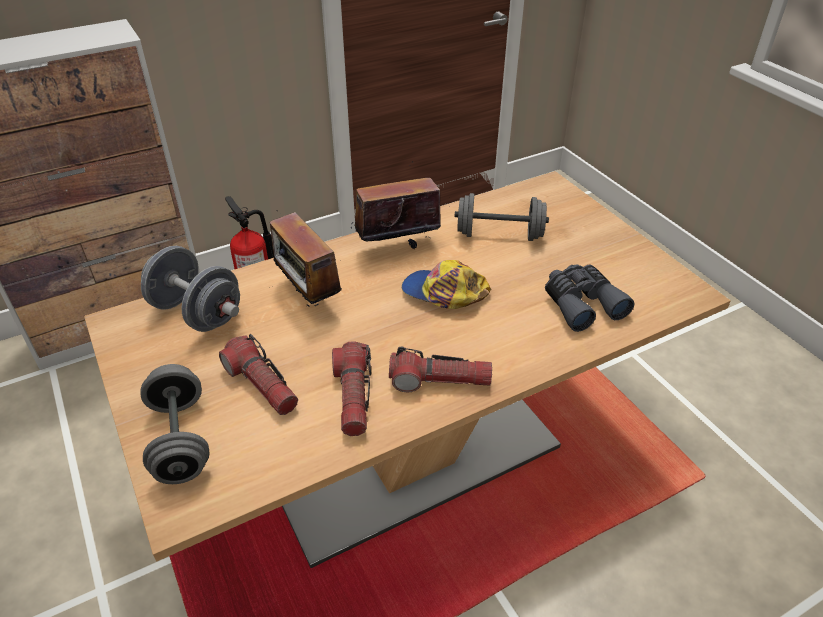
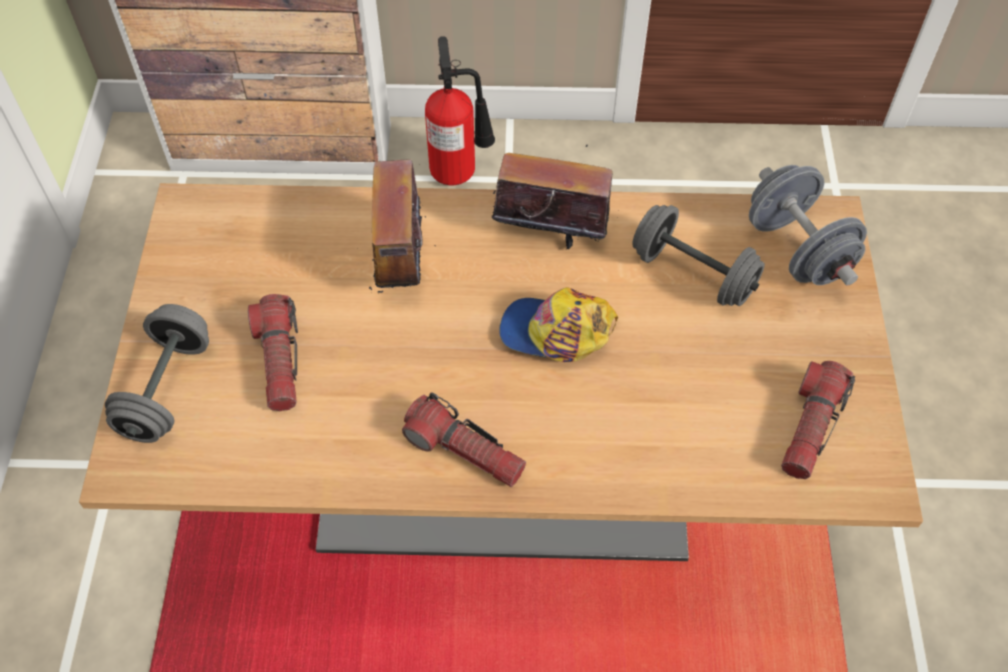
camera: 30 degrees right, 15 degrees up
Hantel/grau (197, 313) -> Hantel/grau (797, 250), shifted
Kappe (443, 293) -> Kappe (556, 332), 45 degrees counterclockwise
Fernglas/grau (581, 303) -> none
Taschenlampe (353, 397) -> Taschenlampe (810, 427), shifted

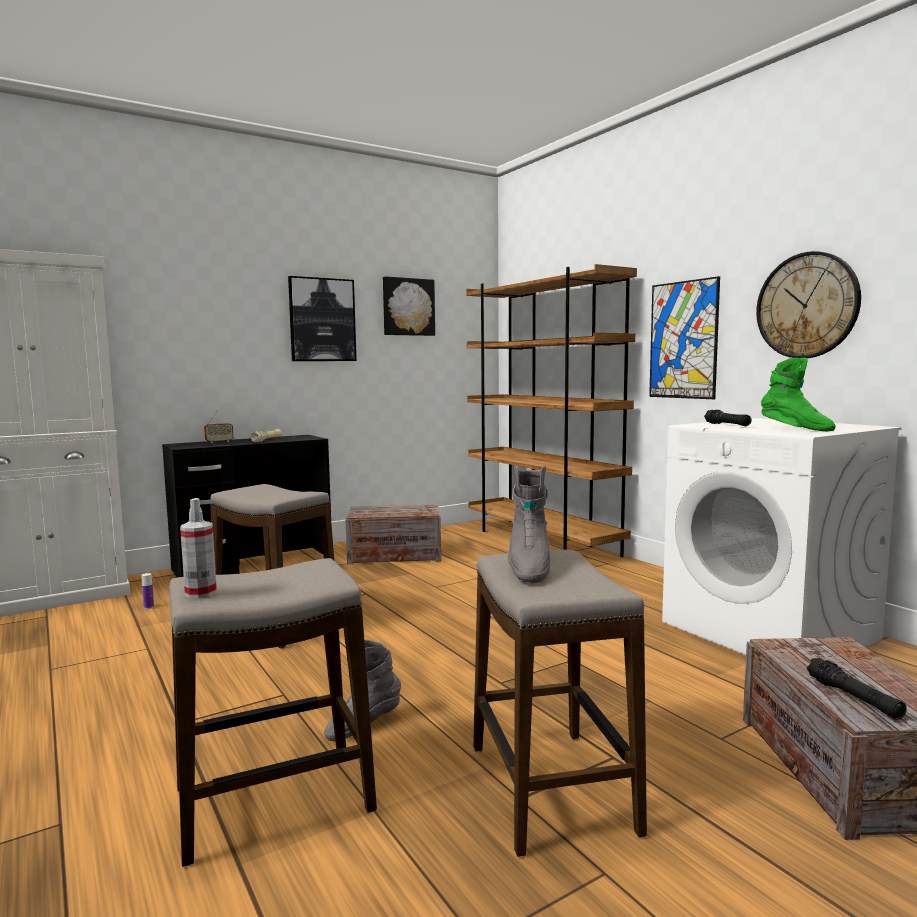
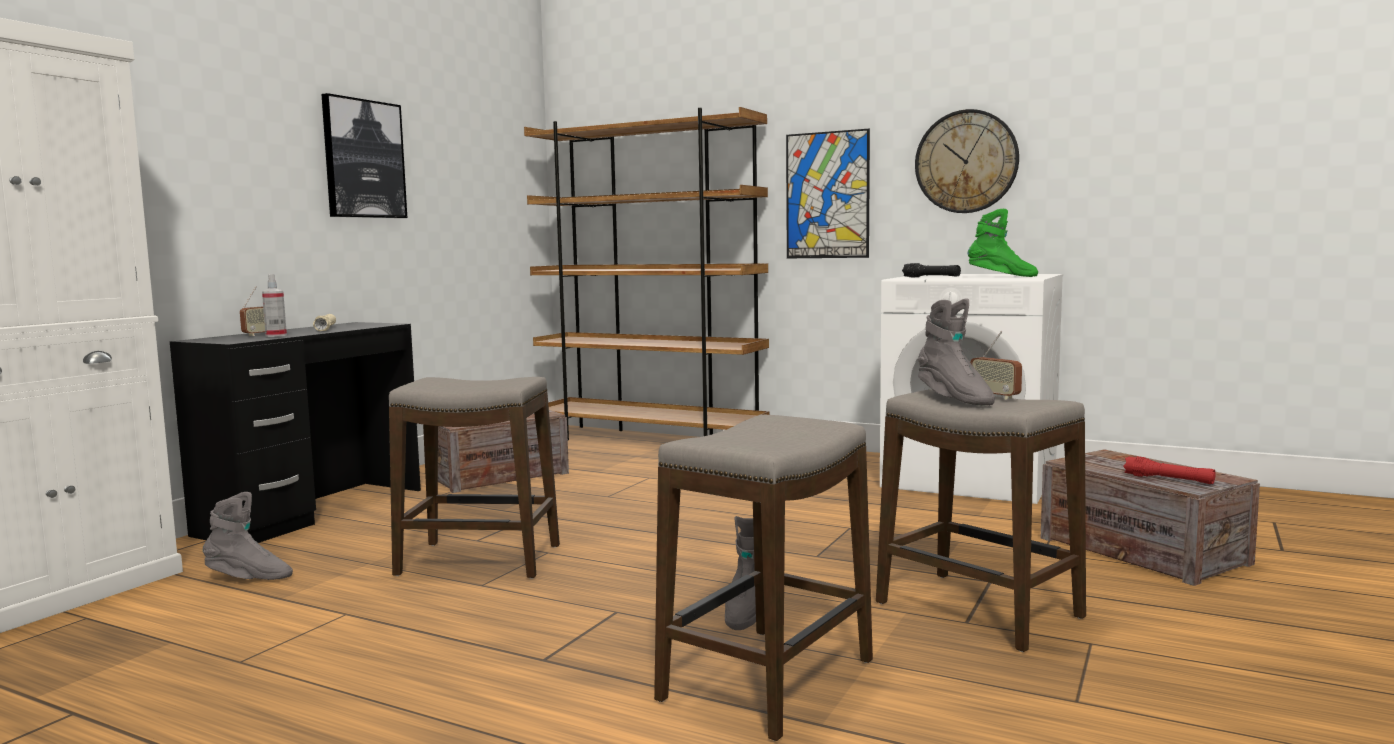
camera: 30 degrees left, 0 degrees up
Bild (408, 307) -> none
Sprühflasche (201, 593) -> Sprühflasche (276, 336), shifted
Flasche (148, 607) -> Stiefel/grau (248, 578)
Taschenlampe/schwarz (853, 698) -> Taschenlampe/rot (1168, 479)
none -> Radio (995, 396)

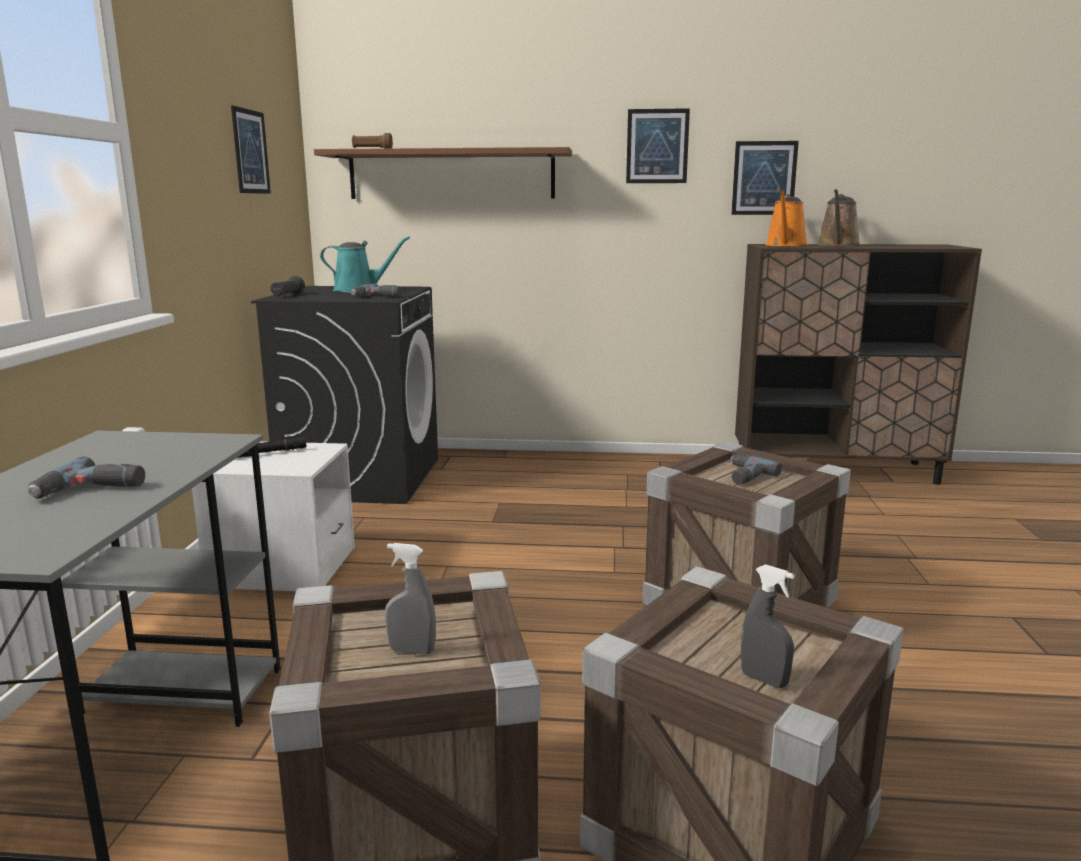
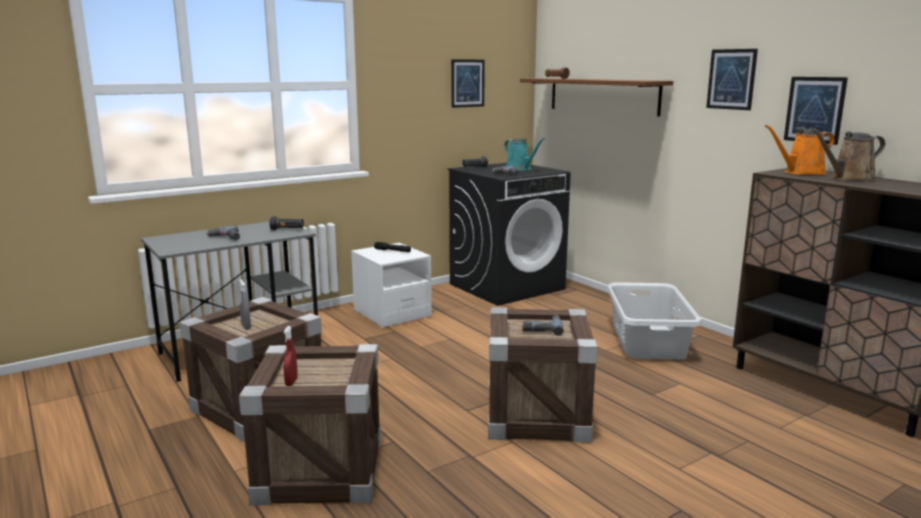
camera: 50 degrees right, 0 degrees up
Sprühflasche/grau (764, 680) -> Sprühflasche/rot (291, 382)
none -> Taschenlampe/schwarz (287, 229)
none -> Wäschekorb/grau (648, 341)

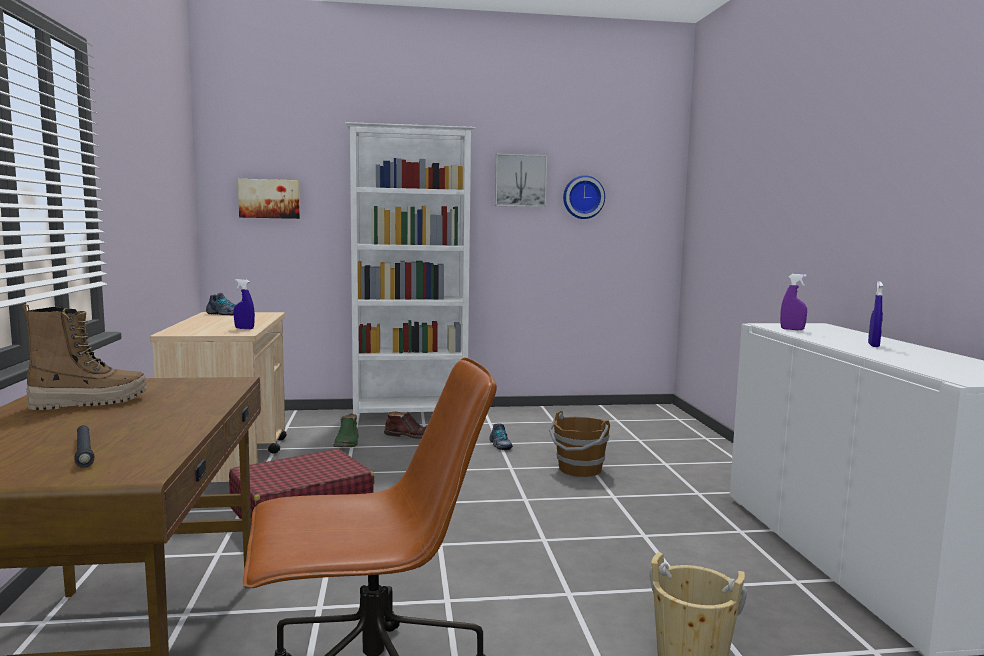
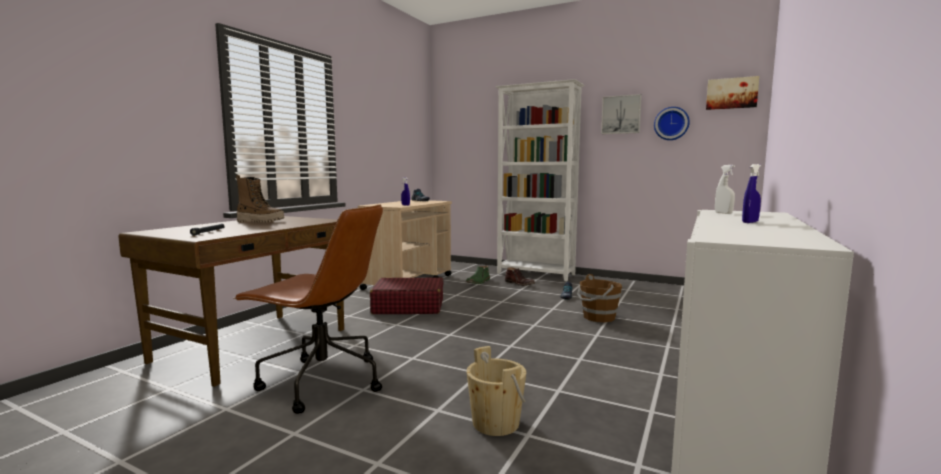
camera: 35 degrees right, 0 degrees up
Bild (269, 199) -> Bild (731, 93), shifted
Sprühflasche/lila (792, 329) -> Sprühflasche/weiß (723, 213)

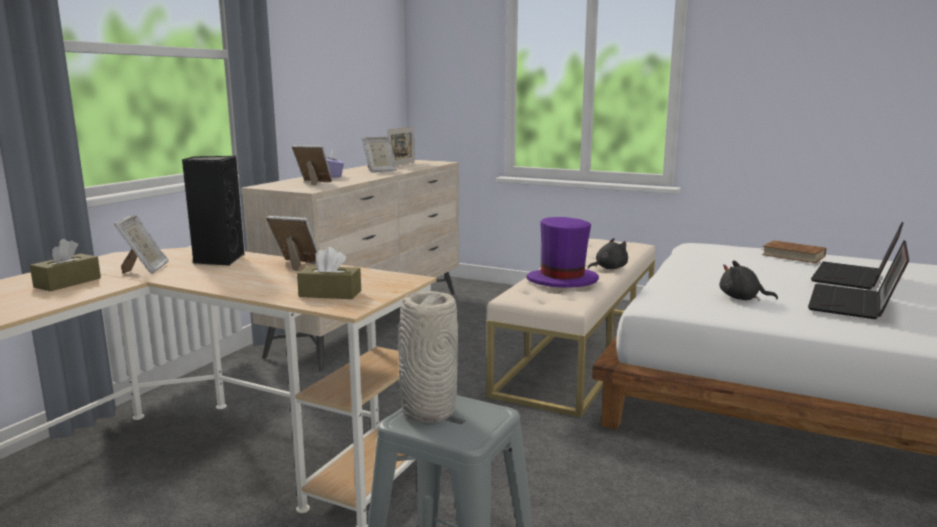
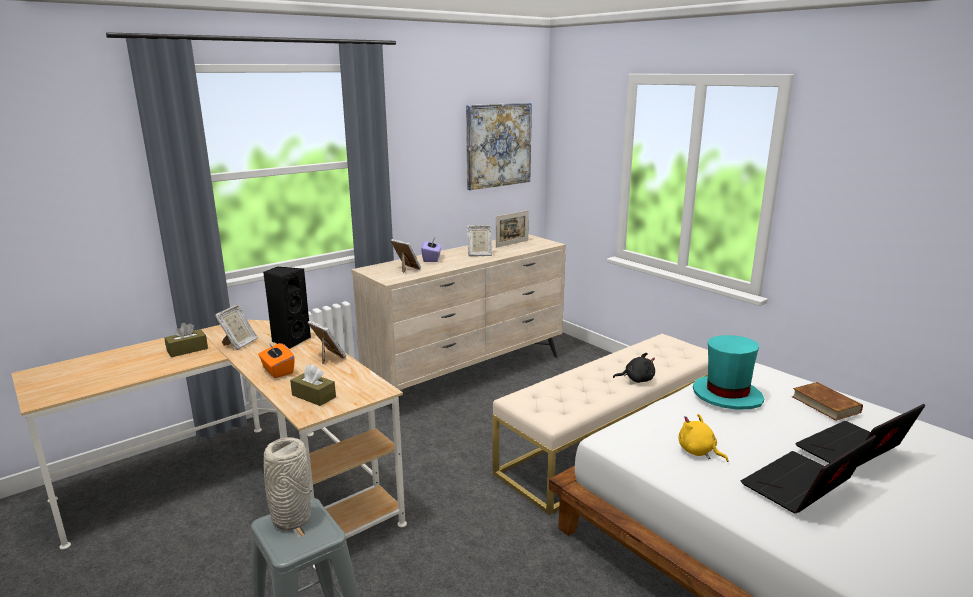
camera: 25 degrees right, 5 degrees up
Hut/lila (562, 280) -> none
Plüschtier/schwarz (742, 298) -> Plüschtier/gelb (698, 452)
none -> Bild (498, 145)
none -> Hut/türkis (727, 395)
none -> Taschentuchbox/orange (277, 371)

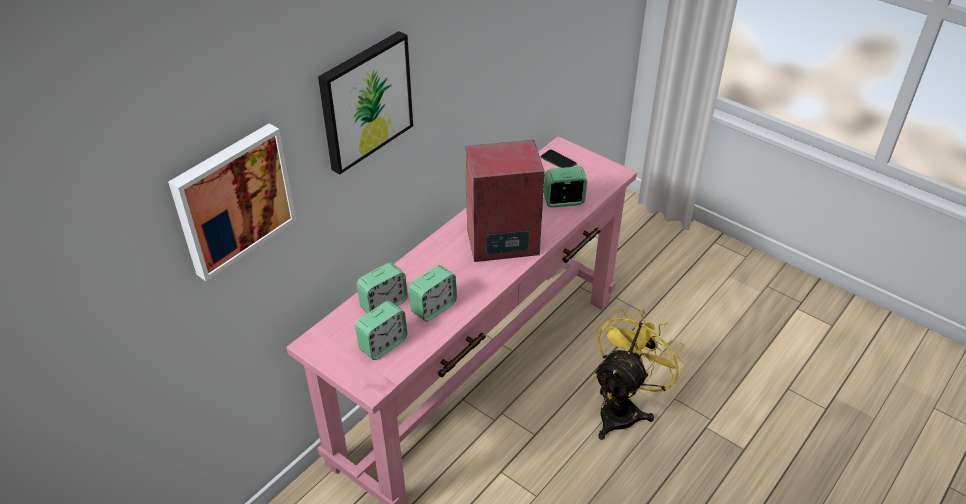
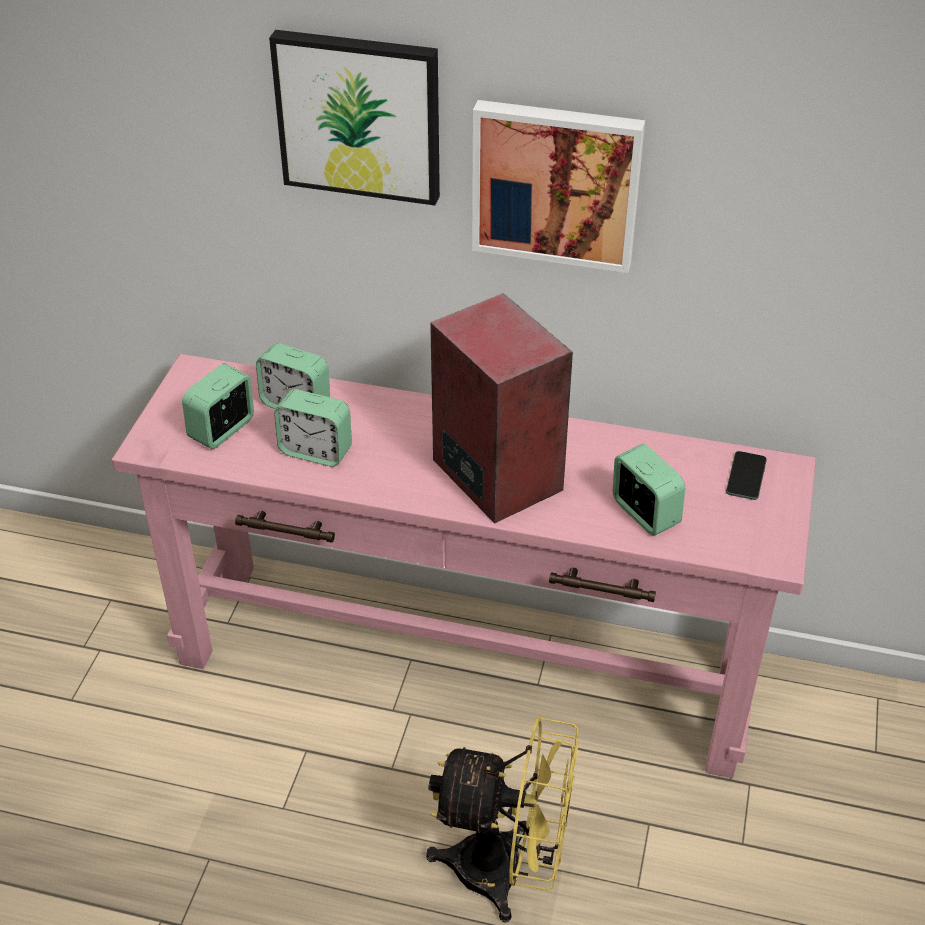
camera: 65 degrees right, 0 degrees up
Bild (232, 199) -> Bild (556, 183), shifted
Wecker (383, 344) -> Wecker (222, 430), 105 degrees clockwise

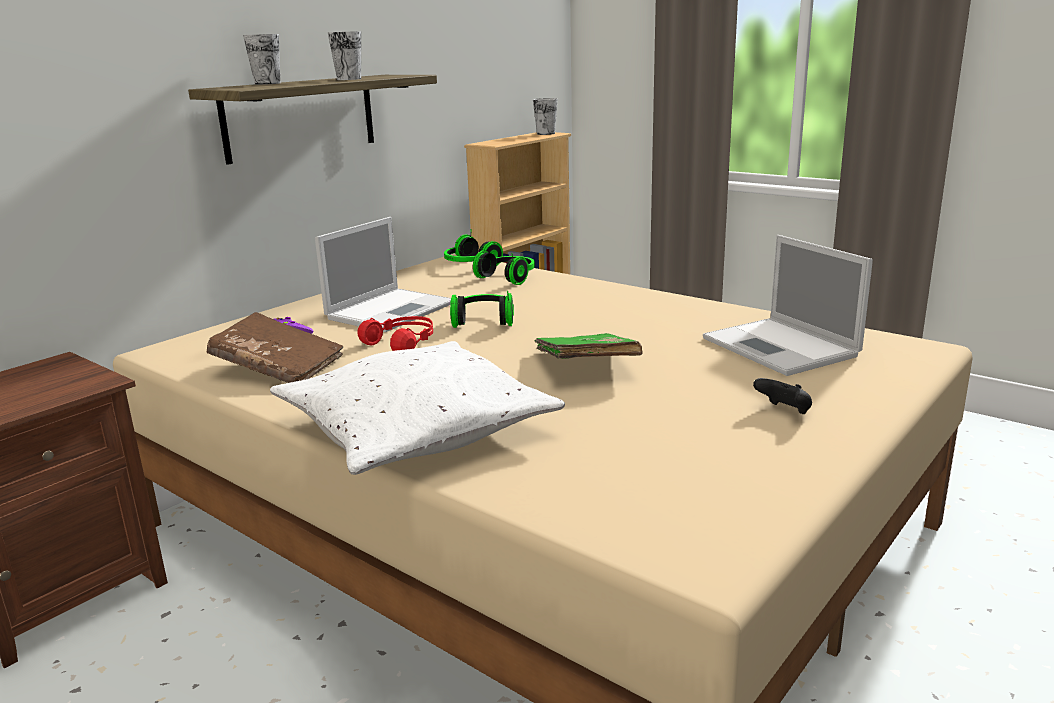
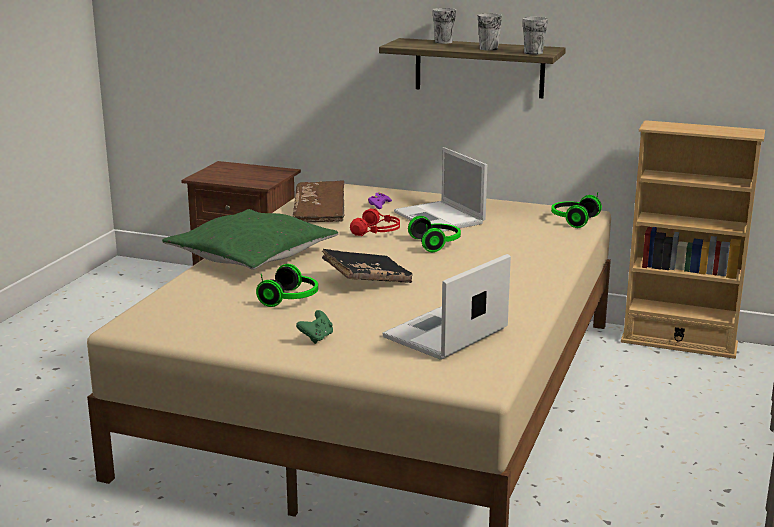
camera: 70 degrees right, 0 degrees up
Tasse (546, 133) -> Tasse (533, 53), shifted
Laptop (392, 310) -> Laptop (440, 218), 45 degrees clockwise
Kopfhörer (509, 278) -> Kopfhörer (291, 299), shifted
Buch/grün (585, 366) -> Buch/schwarz (367, 280)
Kissen/weiß (414, 428) -> Kissen/grün (251, 255)
Gamepad/schwarz (784, 412) -> Gamepad/grün (316, 338)

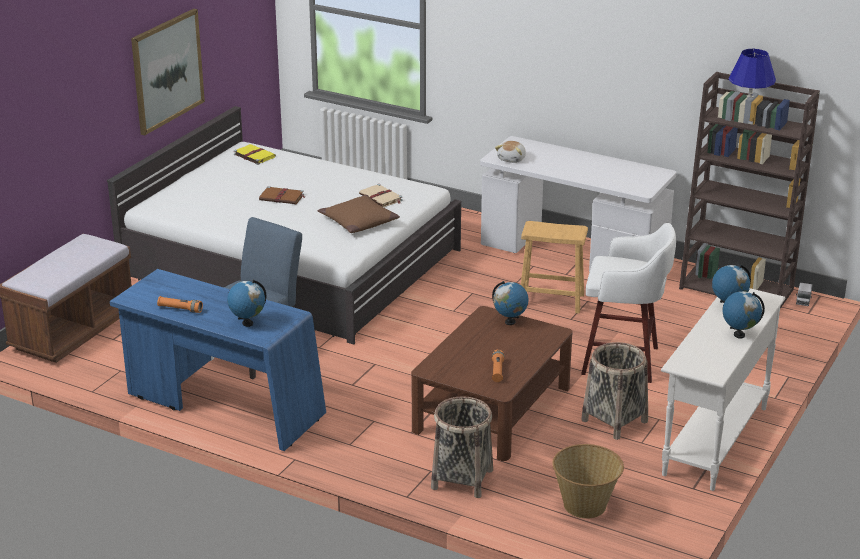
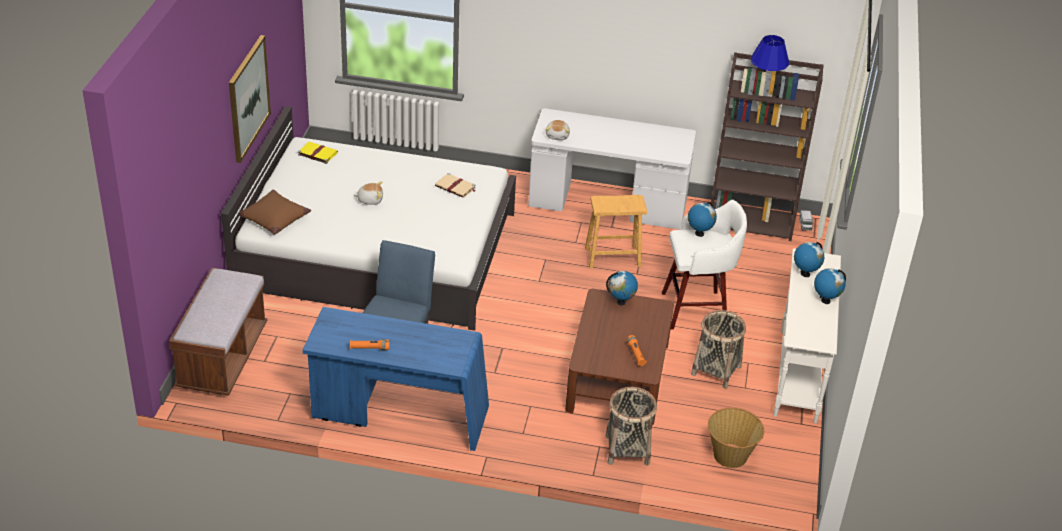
camera: 20 degrees left, 10 degrees up
Buch/braun (282, 197) -> Plüschtier (370, 199)
Kissen/braun (358, 222) -> Kissen/braun (274, 218), shifted
Globus (247, 323) -> Globus (699, 233), shifted

